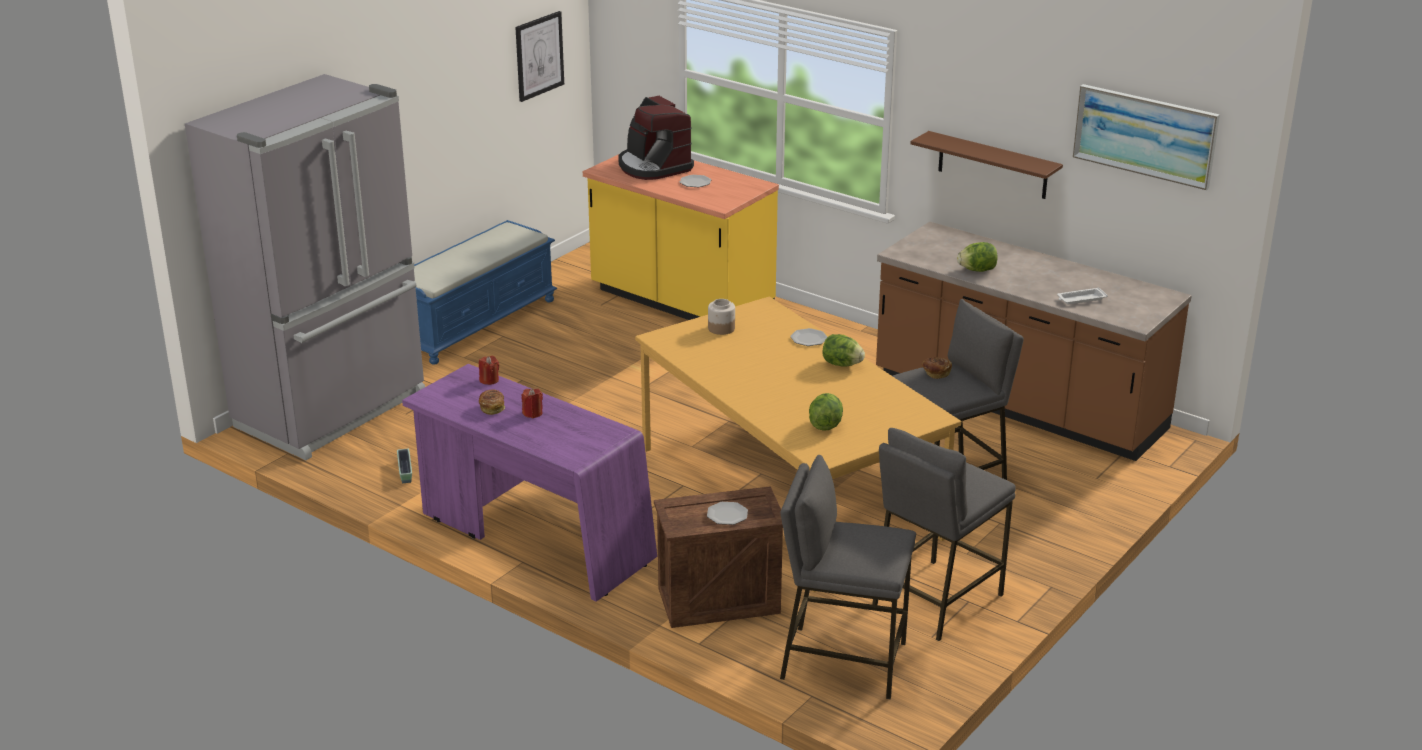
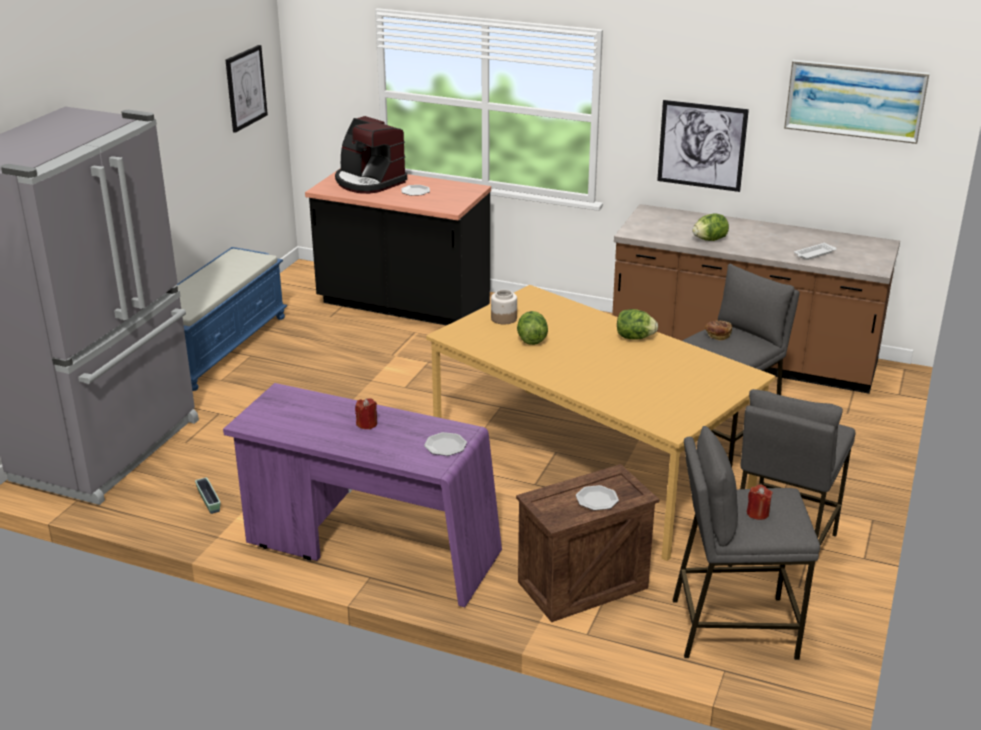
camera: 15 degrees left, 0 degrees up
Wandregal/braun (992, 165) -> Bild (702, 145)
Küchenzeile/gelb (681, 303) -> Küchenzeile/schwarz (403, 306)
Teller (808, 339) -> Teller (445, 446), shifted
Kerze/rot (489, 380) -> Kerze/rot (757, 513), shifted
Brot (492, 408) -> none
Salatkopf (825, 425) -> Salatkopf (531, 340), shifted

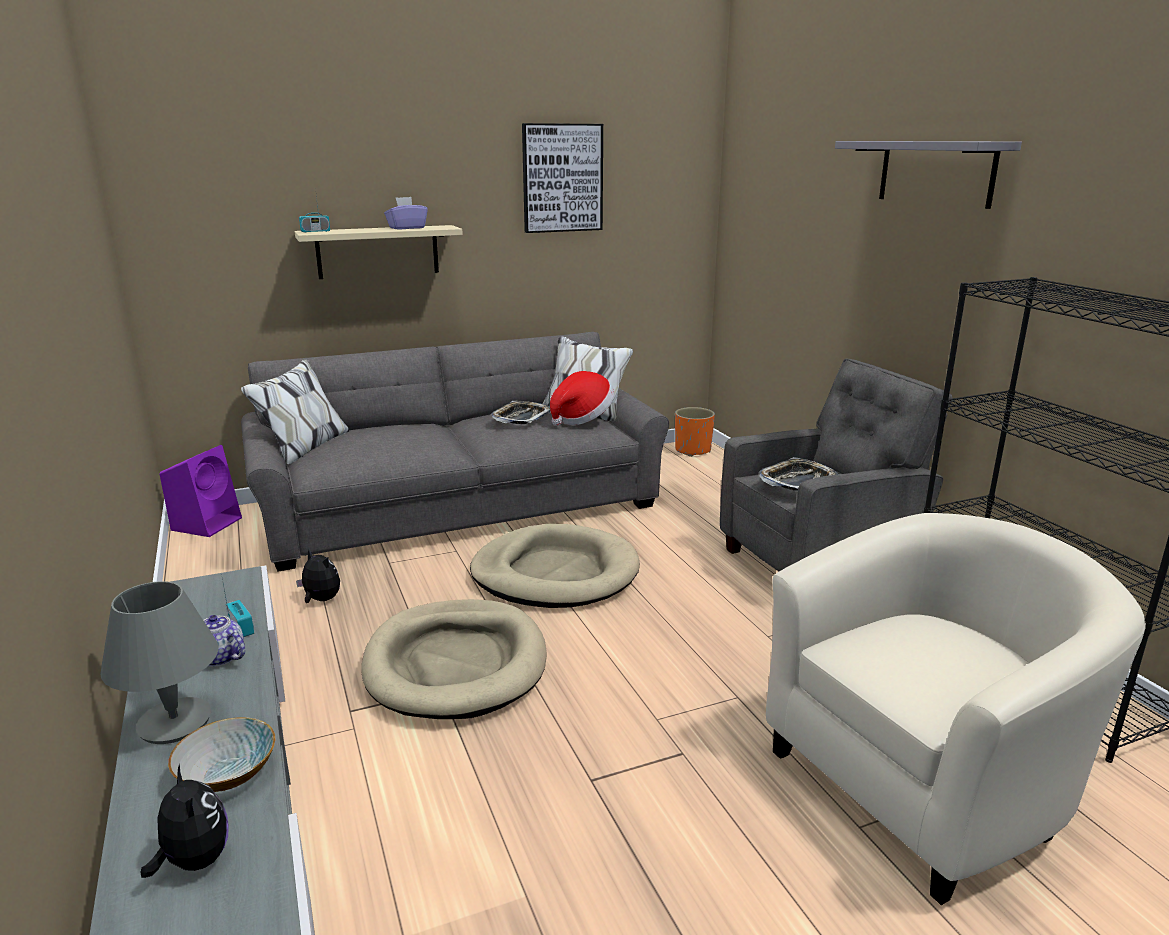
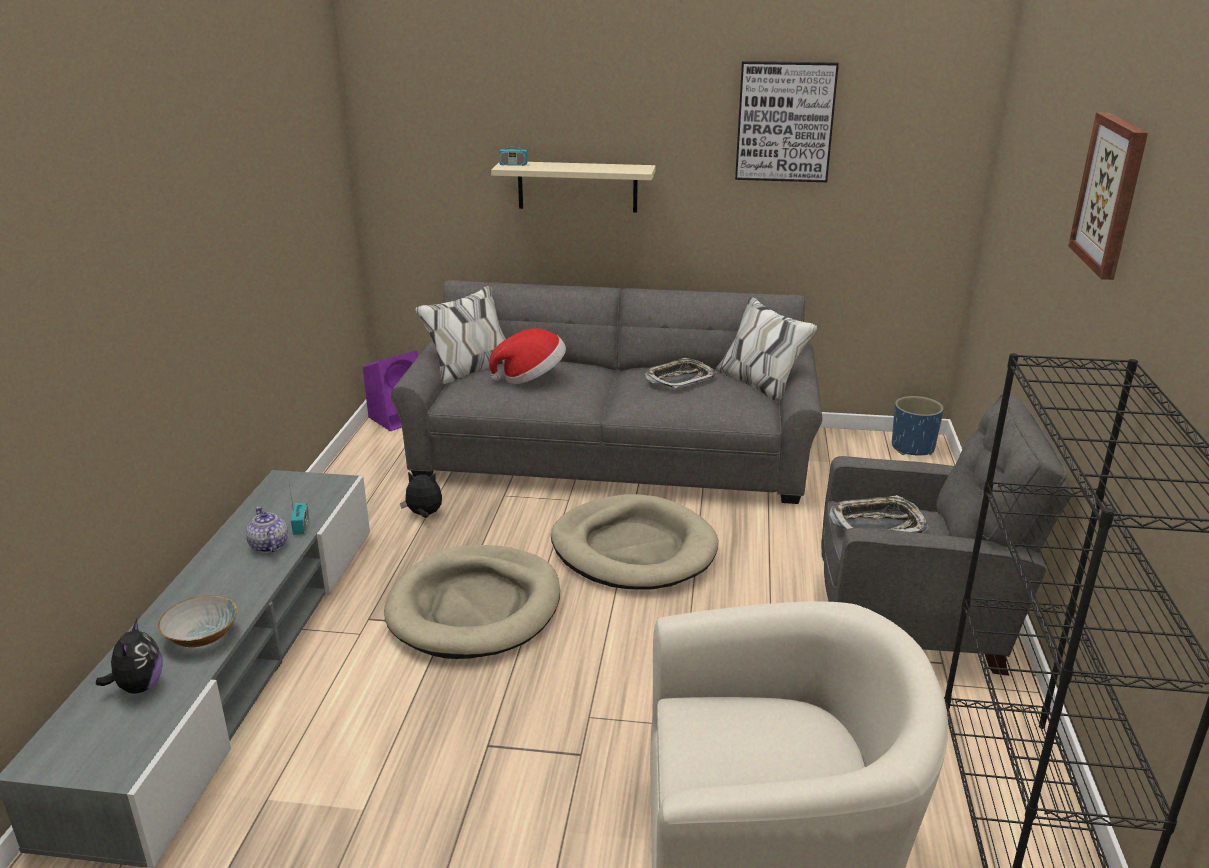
camera: 30 degrees right, 5 degrees up
Wandregal/grau (935, 172) -> Bild (1111, 194)
Taschentuchbox/lila (406, 228) -> none
Hut (581, 418) -> Hut (531, 377), shifted
Pflanzkübel/orange (693, 450) -> Pflanzkübel/blau (913, 448)
Plüschtier (320, 600) -> Plüschtier (424, 515), 60 degrees counterclockwise
Tischlampe/grau (174, 723) -> none

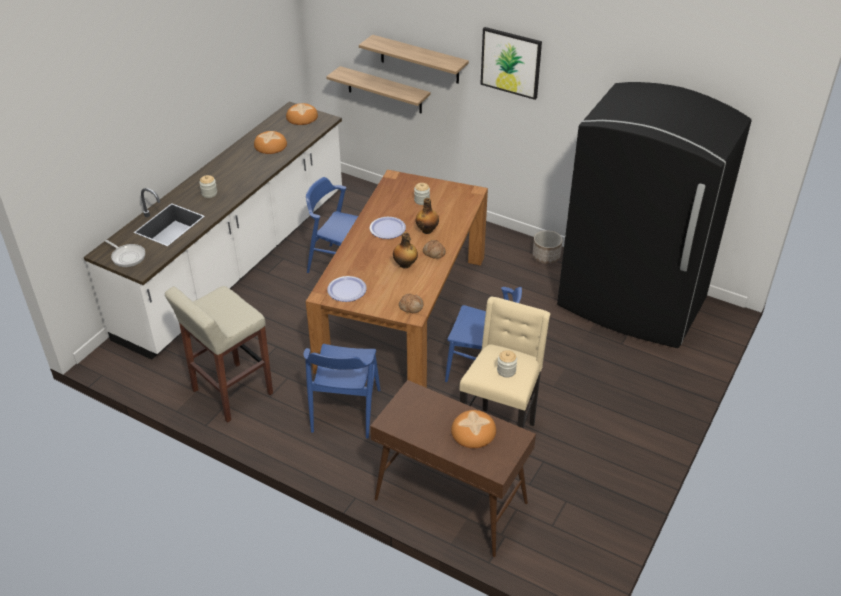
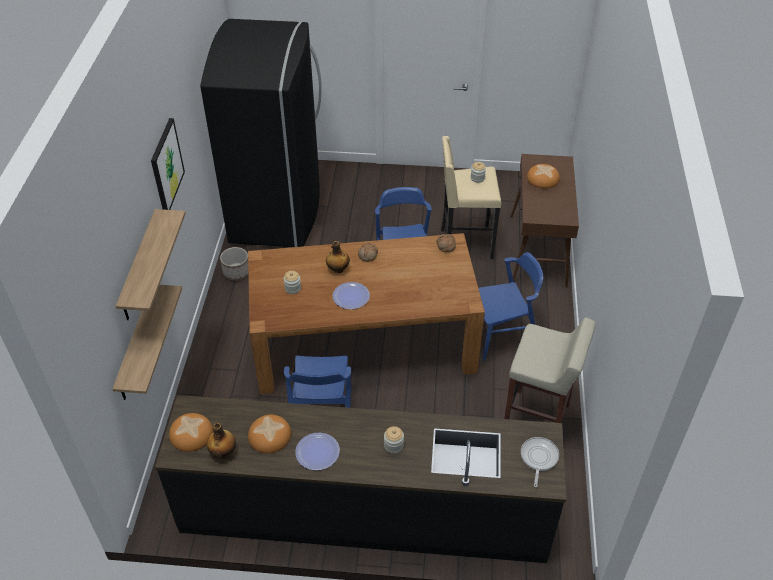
camera: 115 degrees left, 5 degrees up
Küchenzeile/weiß (237, 262) -> Küchenzeile/schwarz (364, 512)
Flasche (405, 265) -> Flasche (223, 452), shifted
Teller (346, 290) -> Teller (317, 452), shifted

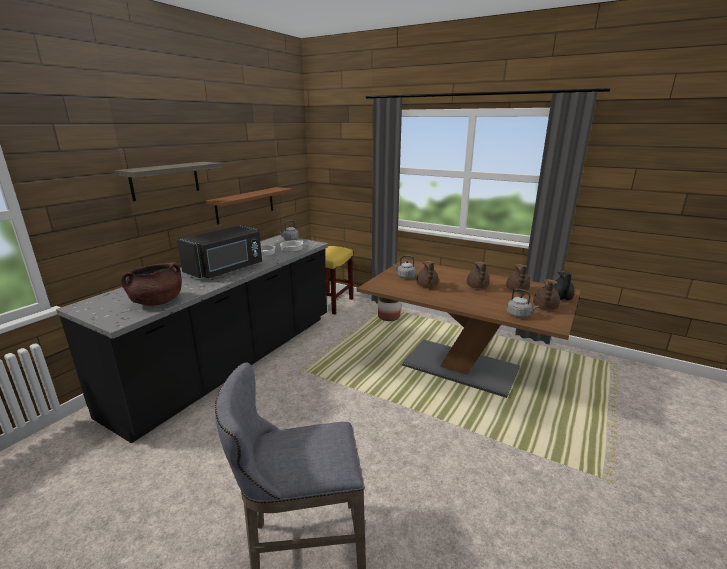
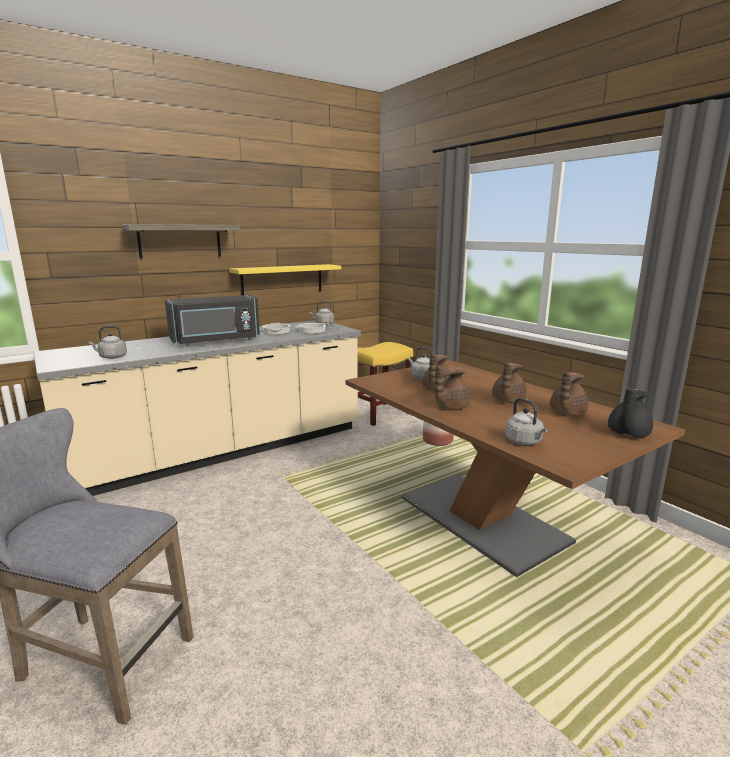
camera: 25 degrees right, 5 degrees down
Wandregal/braun (245, 205) -> Wandregal/gelb (282, 280)
Küchenzeile/schwarz (233, 361) -> Küchenzeile/beige (222, 451)
Kochtopf/braun (157, 302) -> Wasserkessel/grau (111, 357)
Teekanne/braun (544, 307) -> Teekanne/braun (450, 406), shifted

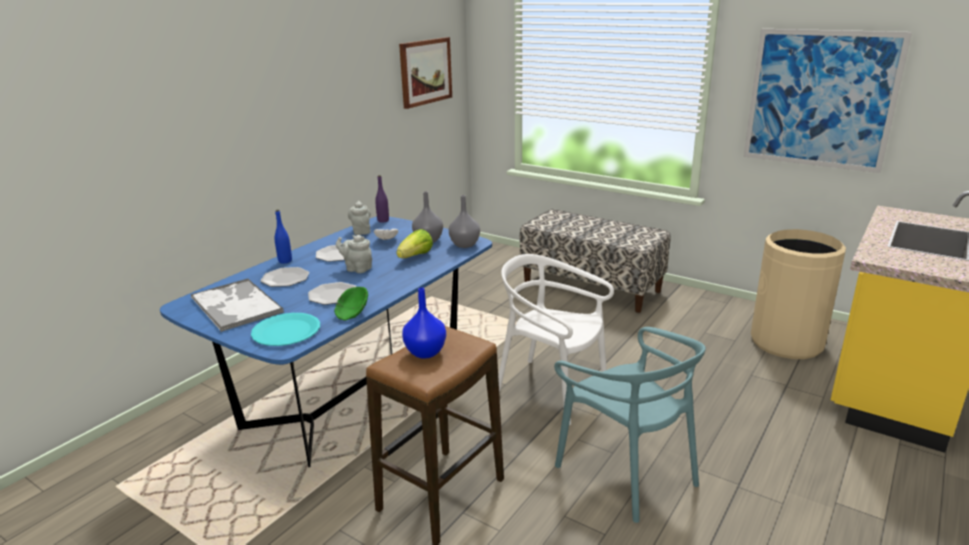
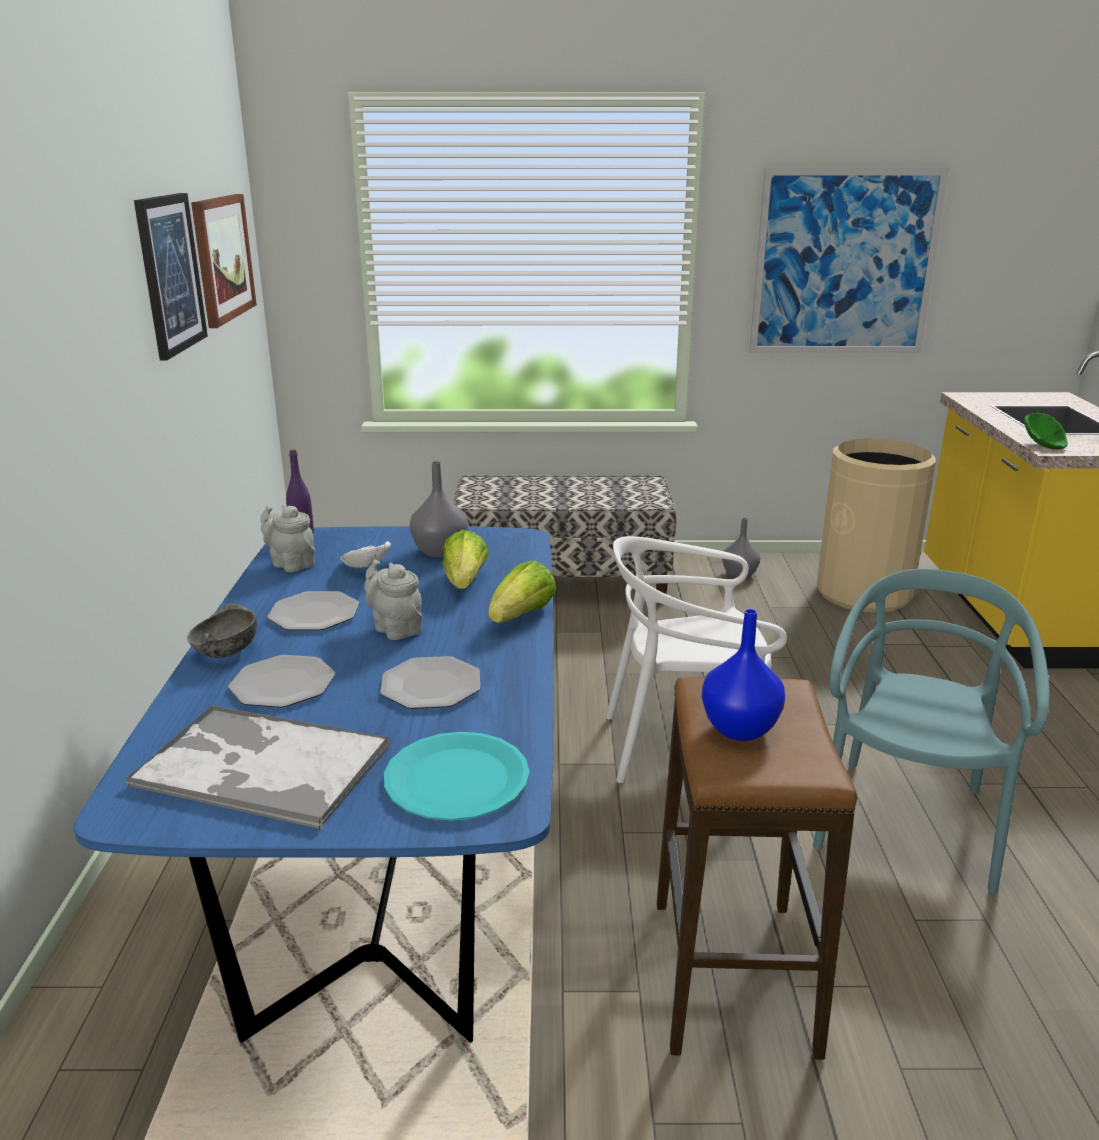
camera: 35 degrees left, 0 degrees up
Vase/grau (464, 244) -> Vase/grau (739, 575), shifted
Flasche/blau (285, 261) -> Schüssel/grau (225, 652)
Teekanne/grau (357, 268) -> Teekanne/grau (395, 628), 60 degrees clockwise
Schüssel/grün (351, 313) -> Schüssel/grün (1043, 444), shifted
Stuhl/türkis (627, 472) -> Stuhl/türkis (907, 823), 90 degrees counterclockwise
none -> Bild (170, 274)
none -> Salatkopf (522, 616)

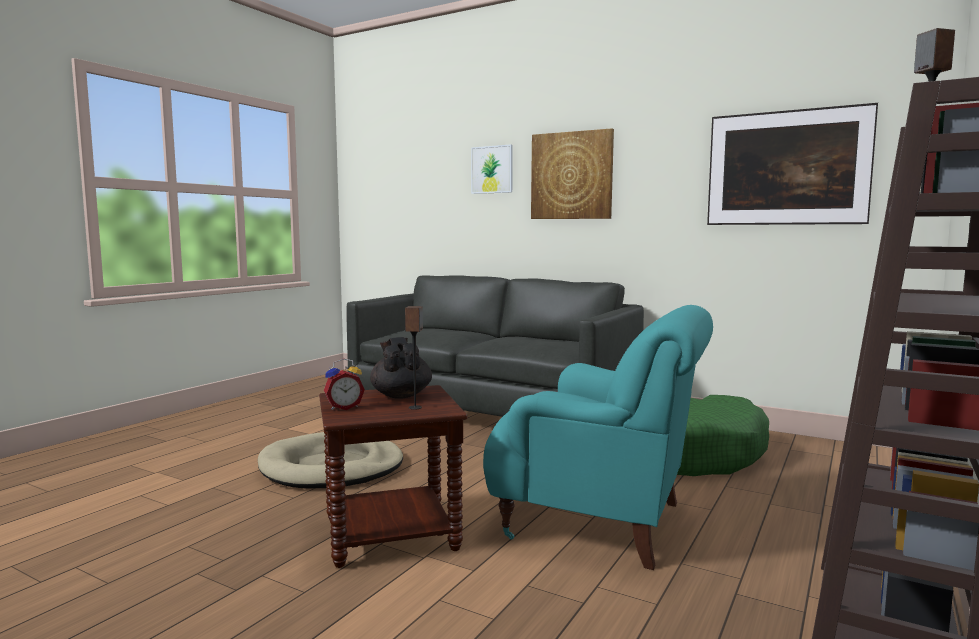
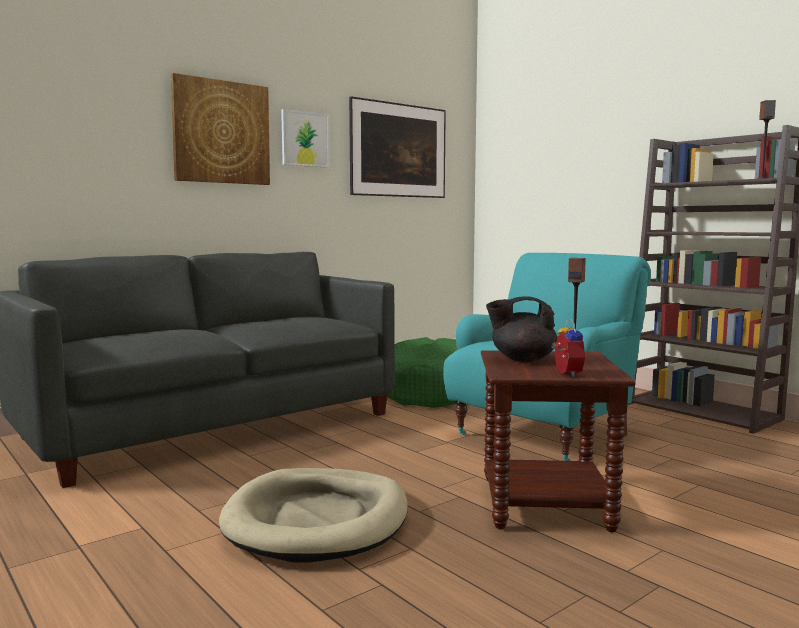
camera: 70 degrees left, 0 degrees up
Bild (492, 169) -> Bild (305, 139), shifted

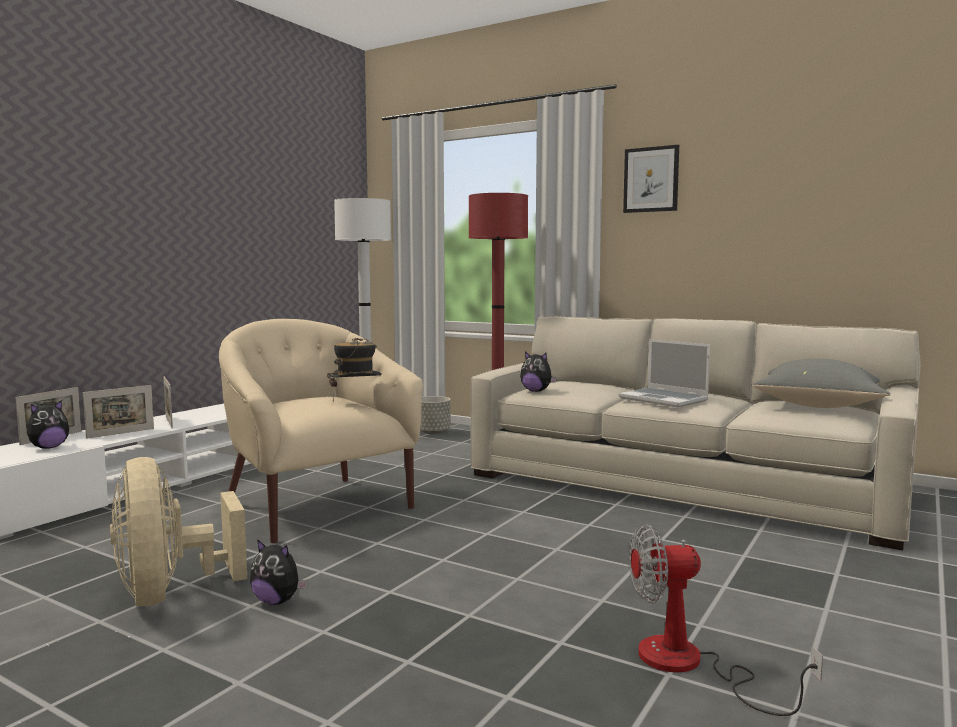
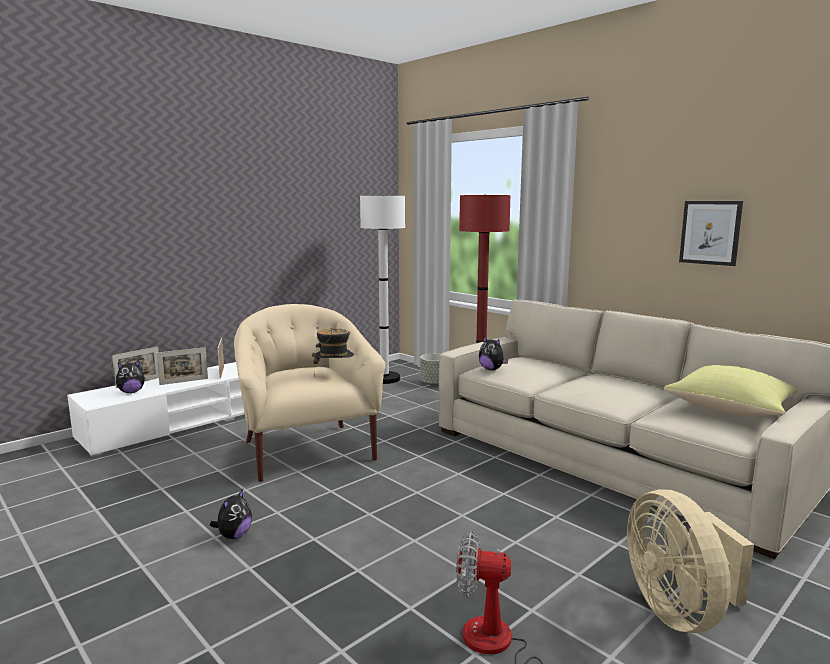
camera: 15 degrees right, 5 degrees up
Bild (651, 179) -> Bild (710, 232), shifted
Laptop (664, 399) -> none
Kissen/grau (820, 406) -> Kissen/gelb (732, 410)
Ventilator/beige (169, 593) -> Ventilator/beige (679, 611), shifted
Plüschtier (277, 601) -> Plüschtier (234, 535), 105 degrees counterclockwise

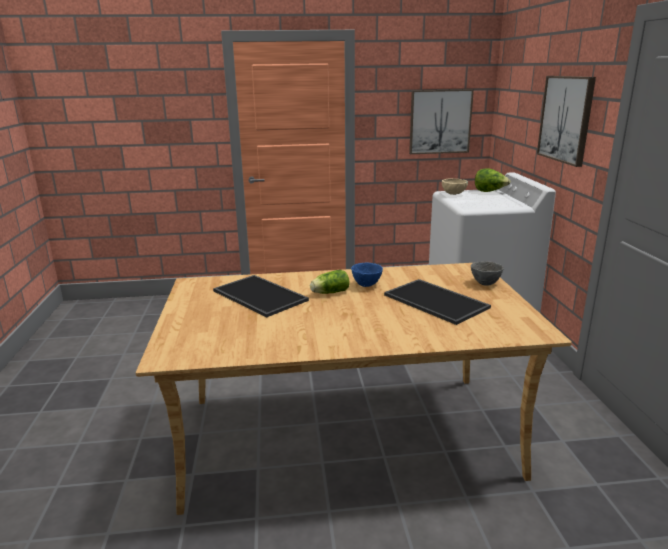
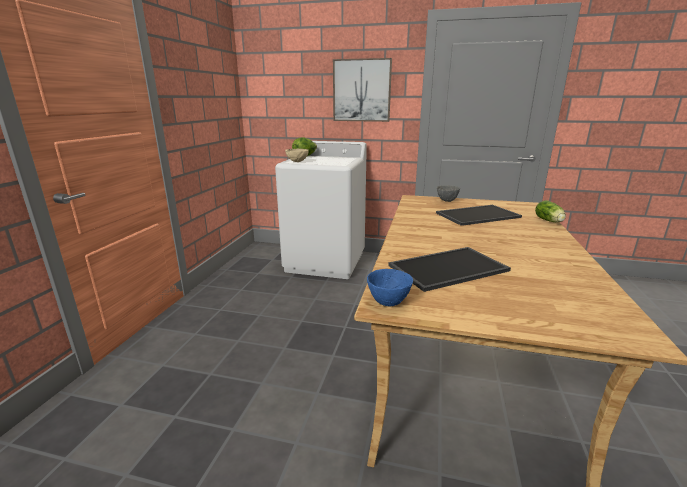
camera: 70 degrees left, 0 degrees up
Bild (440, 121) -> none
Schüssel/blau (366, 285) -> Schüssel/blau (387, 302), shifted
Salatkopf (329, 293) -> Salatkopf (549, 221), shifted

